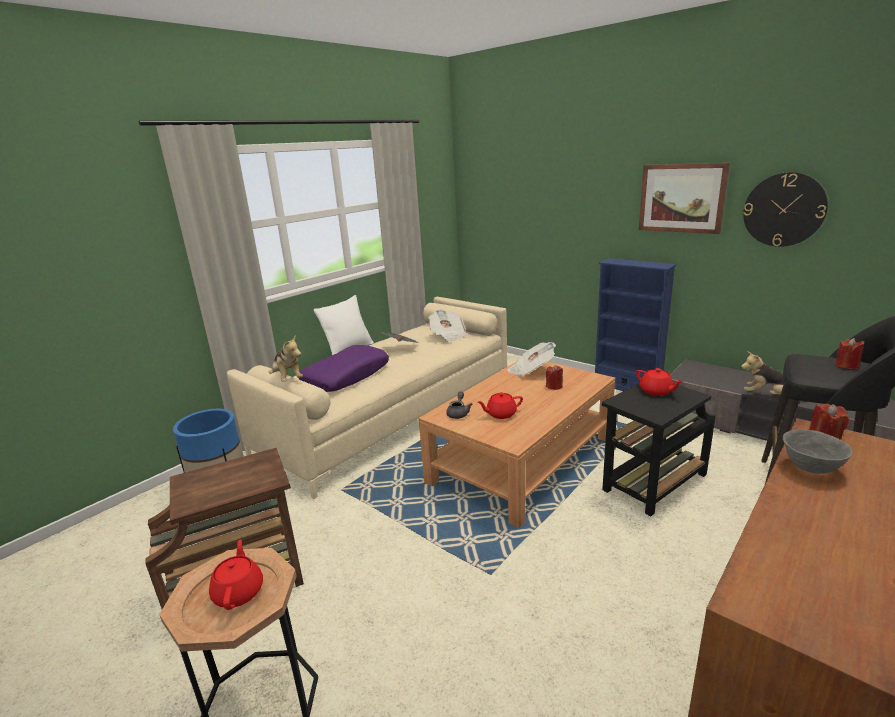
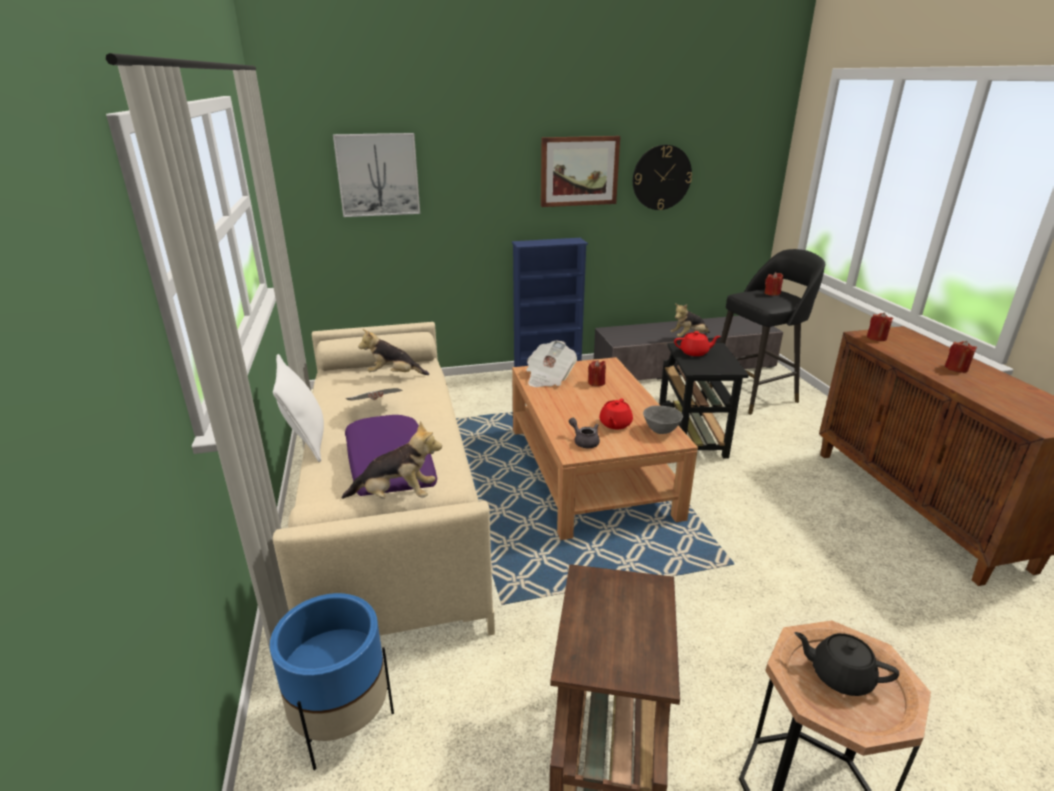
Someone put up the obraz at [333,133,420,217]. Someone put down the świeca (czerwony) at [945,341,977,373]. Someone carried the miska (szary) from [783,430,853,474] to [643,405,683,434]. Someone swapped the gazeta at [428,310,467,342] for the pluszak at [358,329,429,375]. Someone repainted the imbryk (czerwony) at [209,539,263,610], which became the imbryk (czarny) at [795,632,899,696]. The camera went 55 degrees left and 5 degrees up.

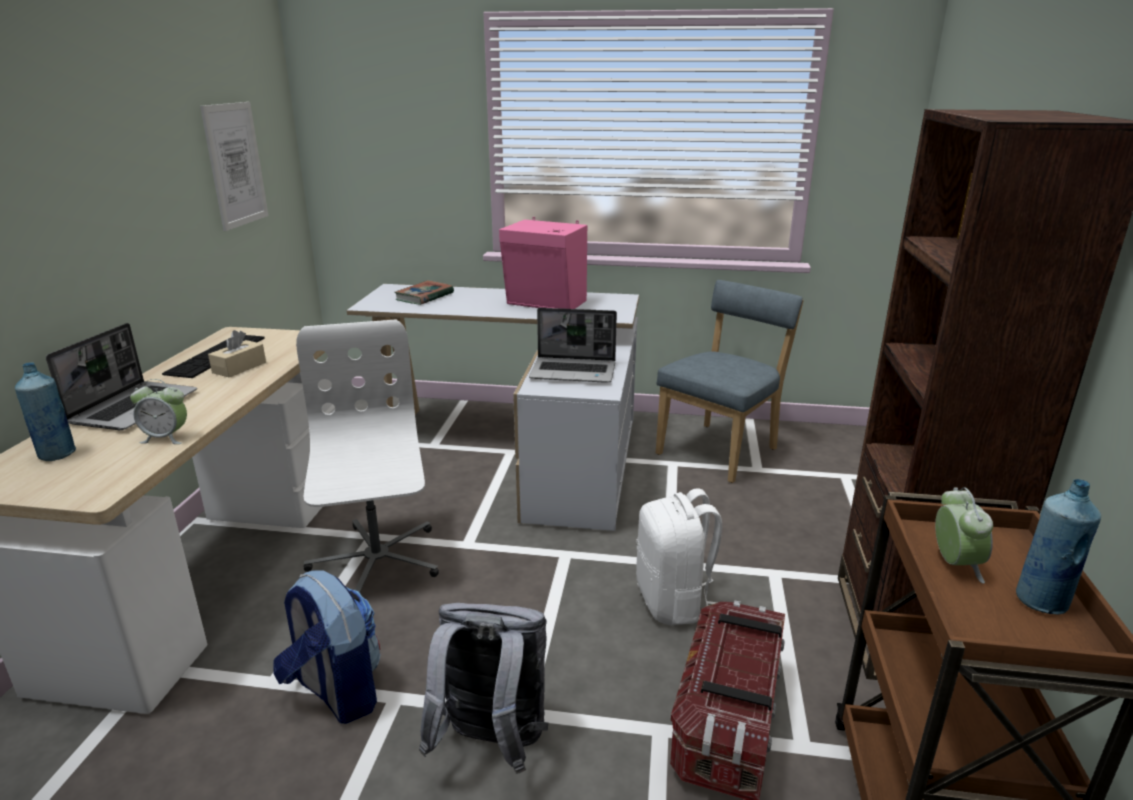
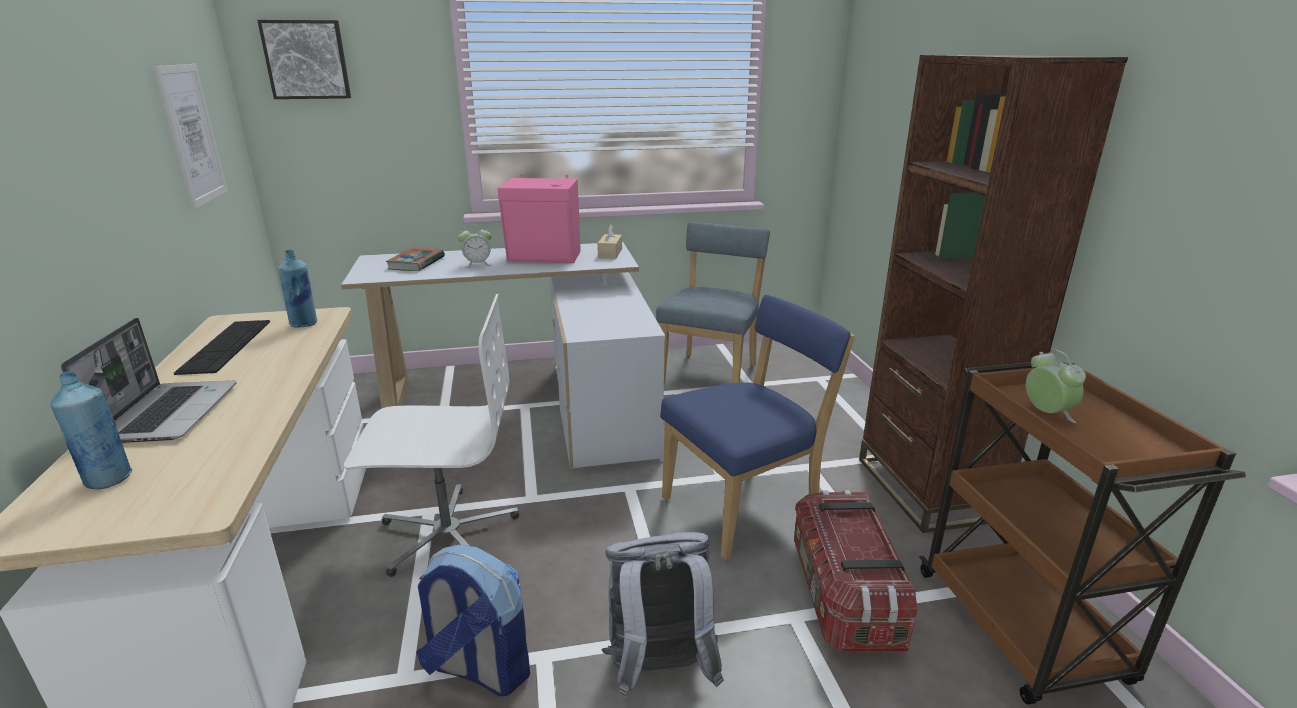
Someone took away the laptop at [529,308,617,383]. Someone put up the obraz at [257,20,351,99]. Someone carried the budzik from [130,379,187,444] to [458,225,492,268]. Someone carried the pudełko chusteczek (beżowy) from [208,330,266,377] to [597,224,622,259]. Someone carried the butelka (niebieski) from [1016,479,1101,614] to [278,250,317,328]. Someone swapped the plecak (biały) at [636,489,722,625] for the krzesło (niebieski) at [660,295,855,560]. Someone rotated the krzesło biurowe (biały) at [296,319,439,593] by 120 degrees clockwise. The camera went 20 degrees left and 0 degrees up.

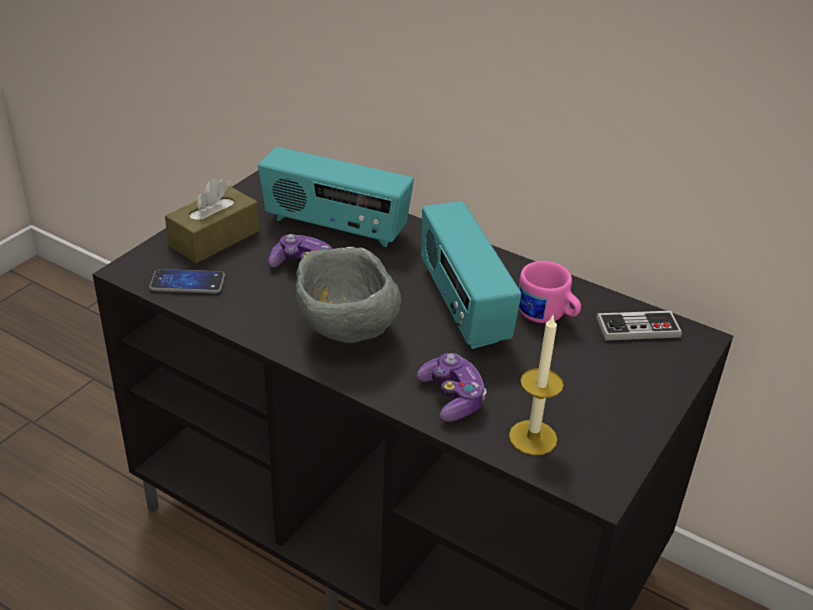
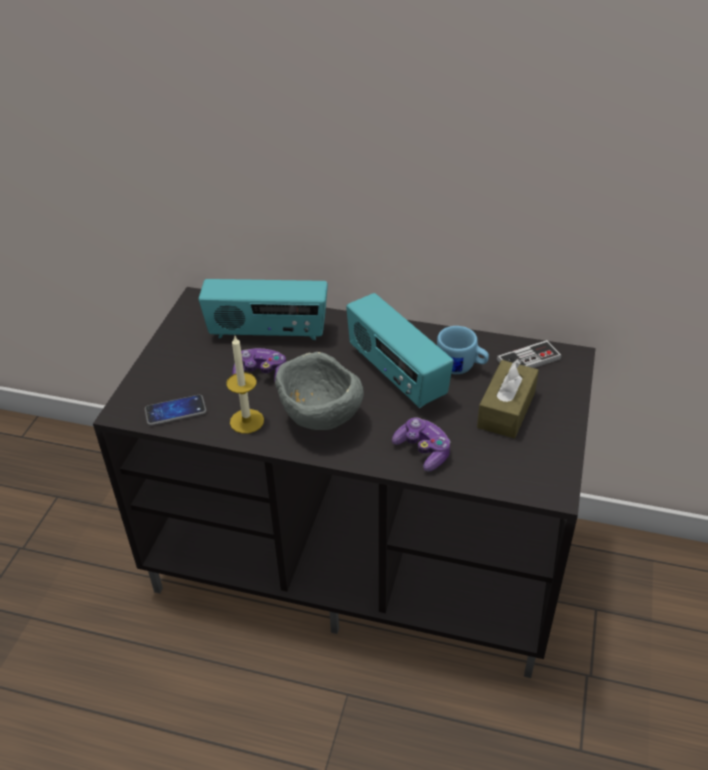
Someone carried the pudełko chusteczek (brązowy) from [165,178,259,263] to [477,359,539,439]. Someone carried the świeca from [509,315,564,455] to [226,336,264,434]. Someone repainted the kubek (różowy) at [519,261,581,323], which became the kubek (niebieski) at [437,326,489,374]. The camera went 15 degrees left and 5 degrees up.

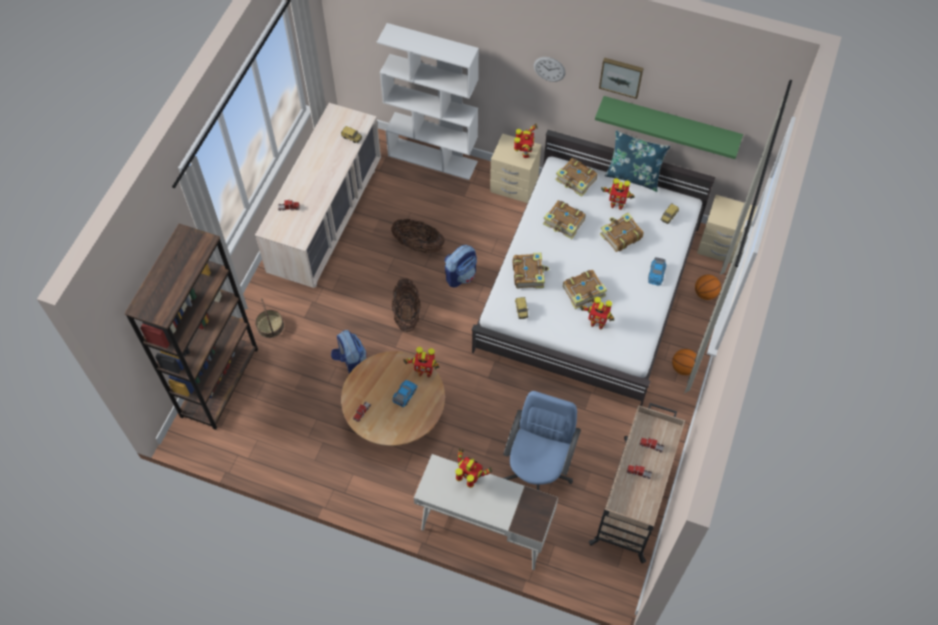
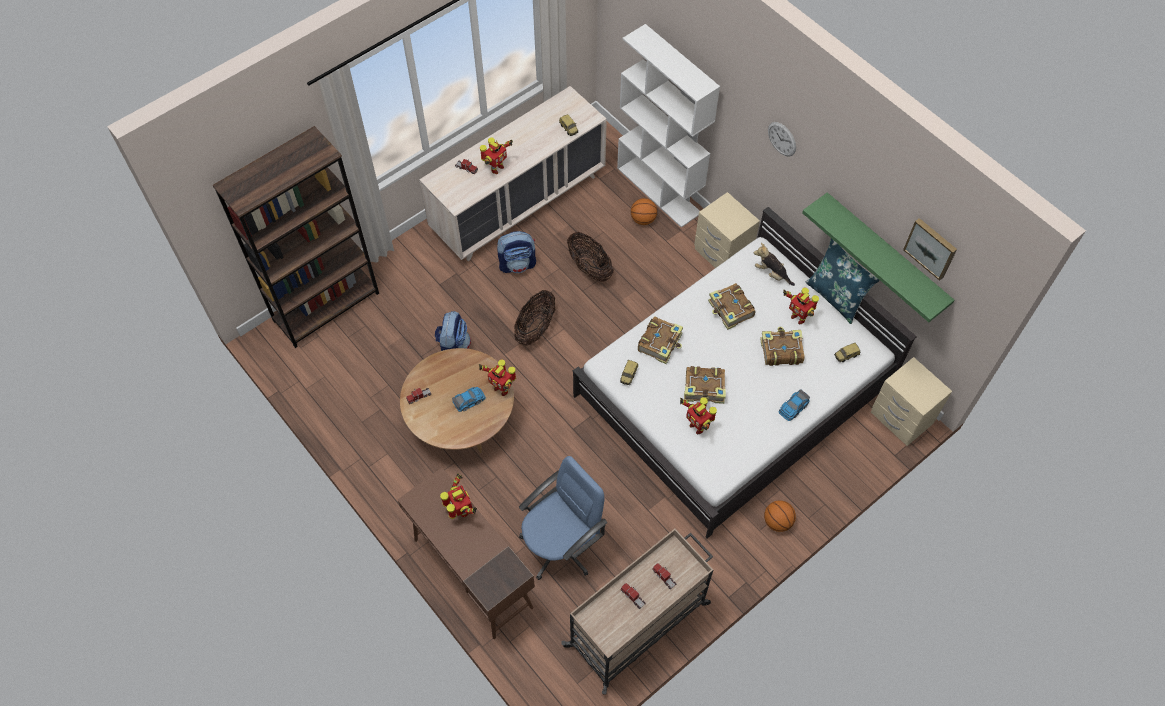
Someone took away the koszyk at [255,298,284,338]. Someone carried the plecak from [445,245,477,288] to [497,231,536,273]. Someone carried the robot zabawkowy from [514,123,538,158] to [480,138,513,174]. Someone carried the obraz from [599,58,644,99] to [903,218,957,281]. Someone carried the piłka do koszykówki from [695,275,721,300] to [631,198,657,225]. Someone swapped the książka at [555,158,598,197] for the pluszak at [754,243,795,286]. Someone repainted the biurko (biały) at [414,454,558,570], which became the biurko (brązowy) at [398,468,535,639]. The camera went 30 degrees right and 0 degrees up.

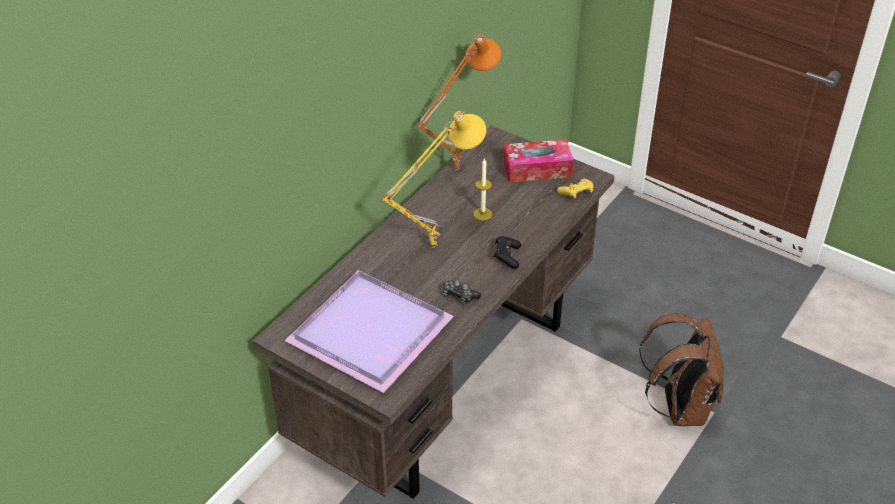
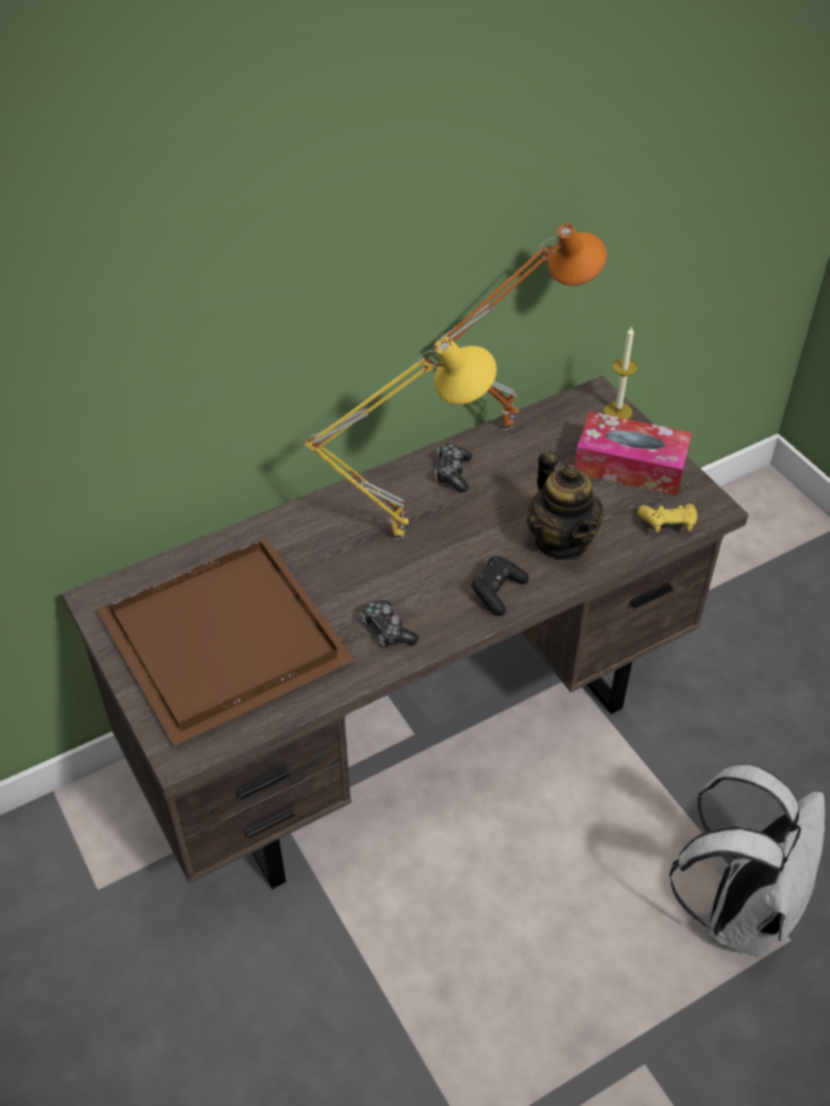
Someone put down the pad do gier at [435,443,472,492]. Someone put down the imbryk at [527,450,603,560]. Someone carried the świeca from [473,158,492,220] to [604,326,638,419]. Someone repainted the taca (fioletowy) at [285,270,454,393], which became the taca (brązowy) at [97,538,354,746]. Someone repainted the plecak (brązowy) at [639,313,724,426], which became the plecak (biały) at [669,764,825,956]. The camera went 25 degrees right and 5 degrees up.

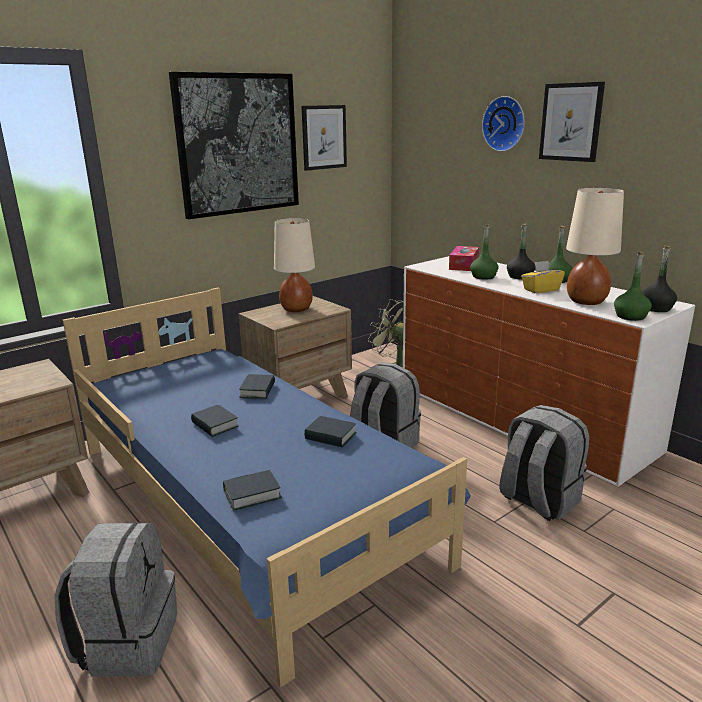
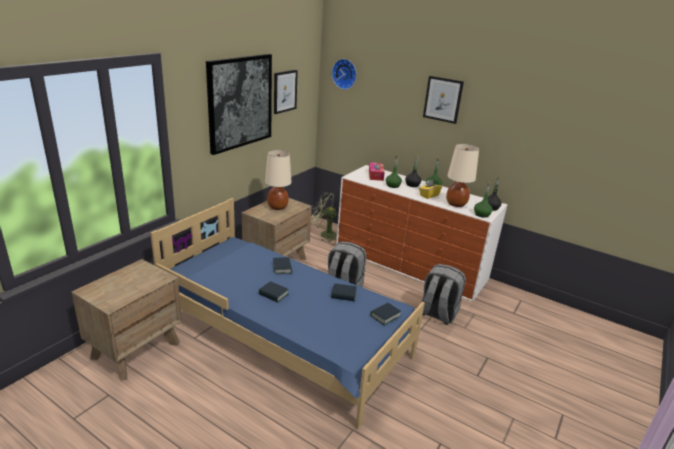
Someone took away the plecak (szary) at [54,522,177,676]. Someone carried the książka from [223,470,282,511] to [370,303,401,325]. Someone carried the zegar ścienny from [482,96,525,152] to [332,59,357,90]. The camera went 20 degrees left and 5 degrees up.

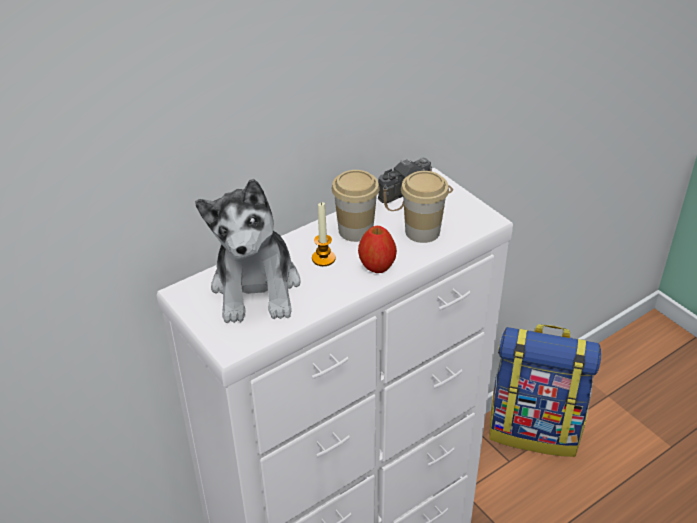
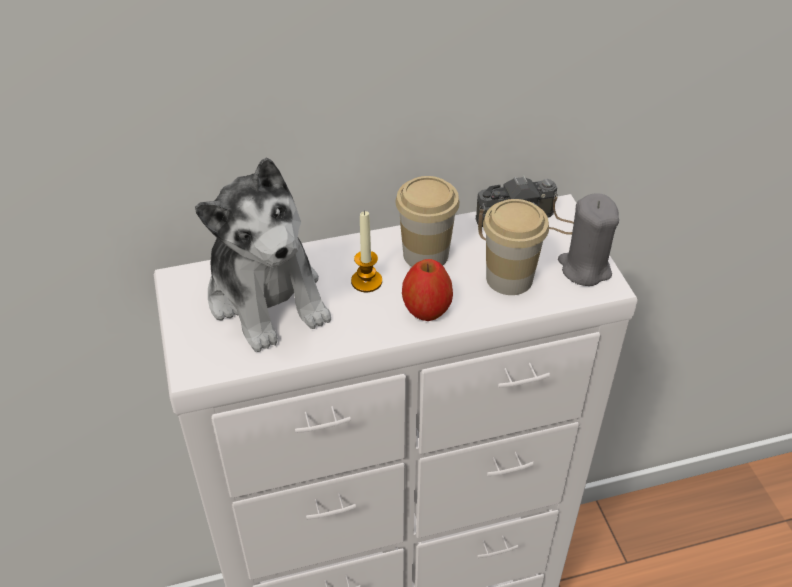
Someone took away the plecak at [489,324,601,457]. Someone put down the świeca (szary) at [558,194,619,286]. Someone rotated the pluszak at [195,179,301,323] by 45 degrees counterclockwise. The camera went 20 degrees right and 5 degrees up.

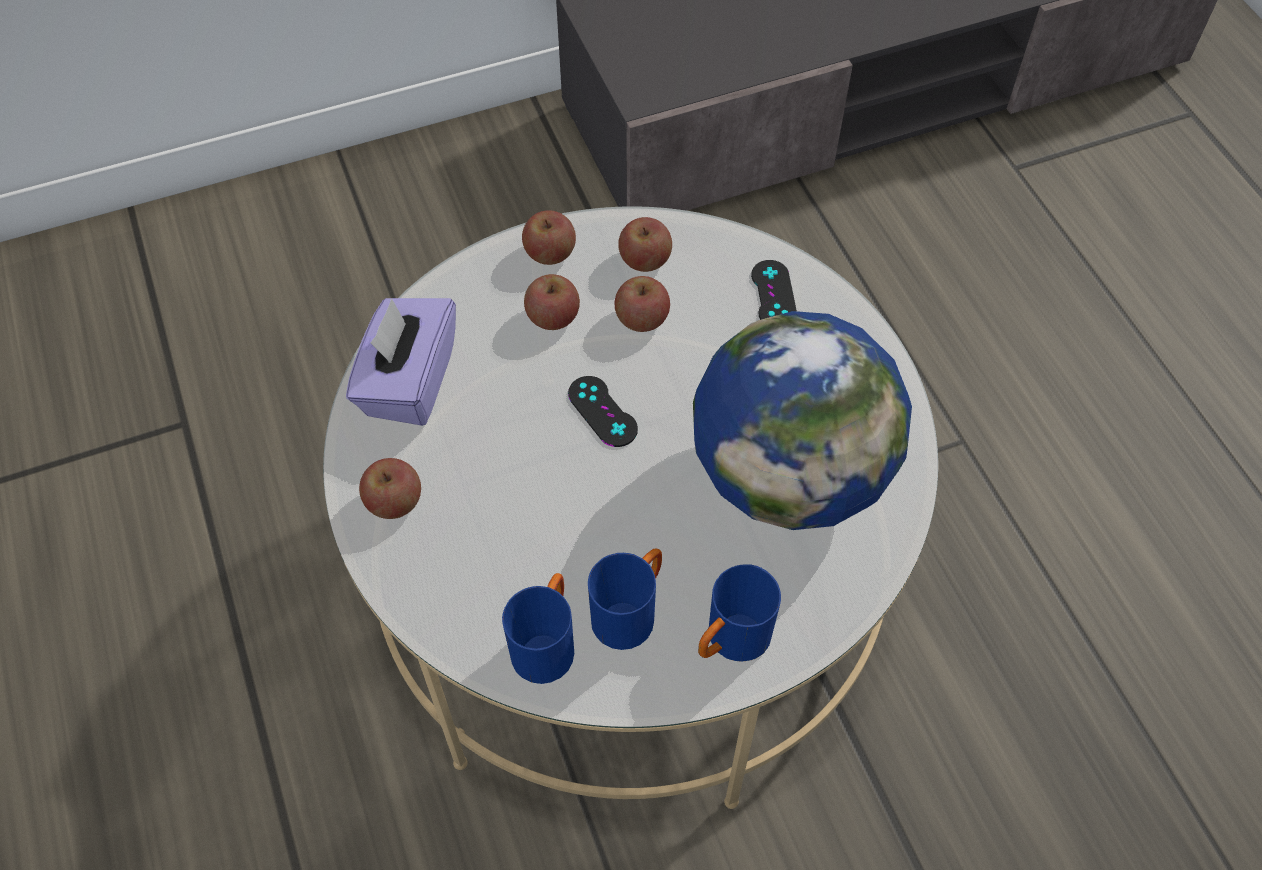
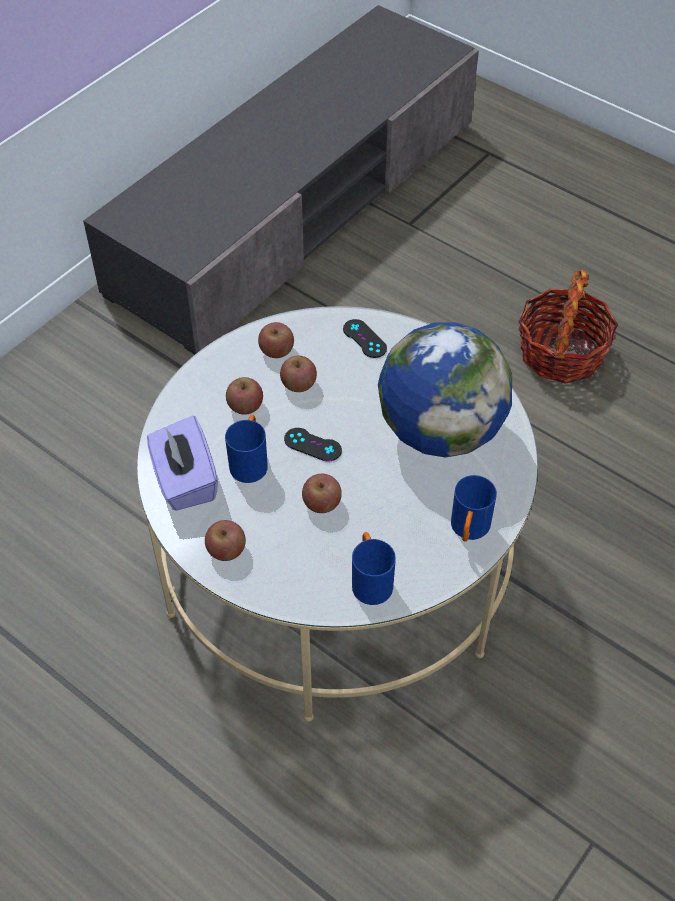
Someone put down the koszyk at [518,270,618,384]. Someone carried the jabłko from [522,210,576,265] to [302,474,342,513]. Someone carried the kubek (niebieski) from [588,548,662,650] to [225,415,268,483]. The camera went 30 degrees left and 5 degrees down.

